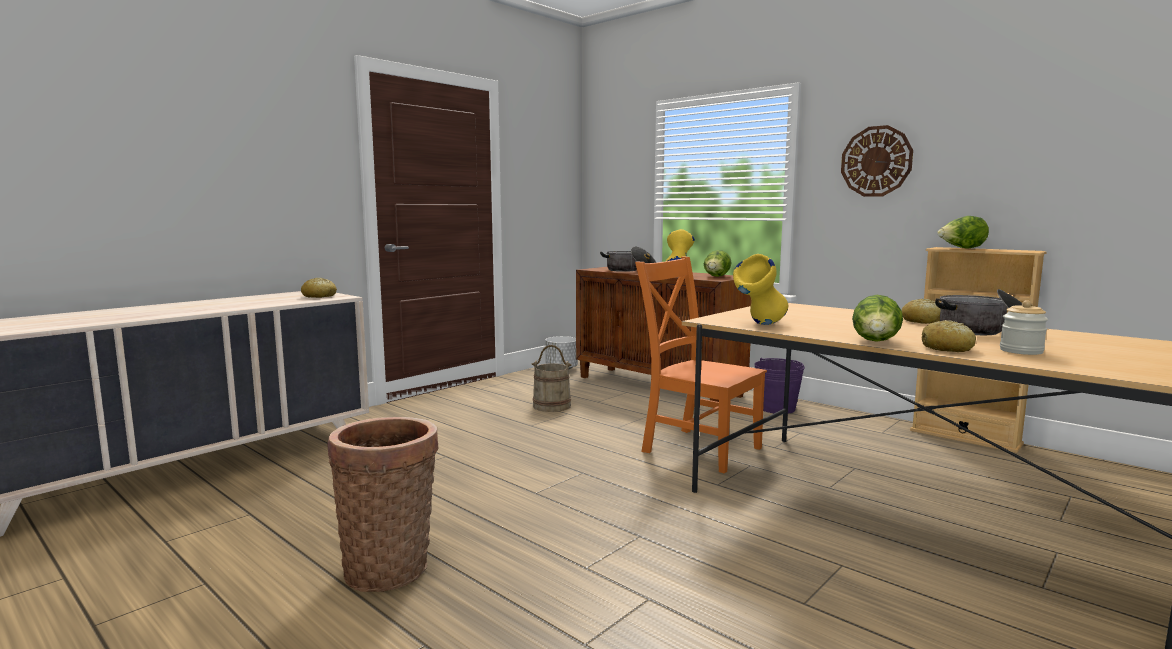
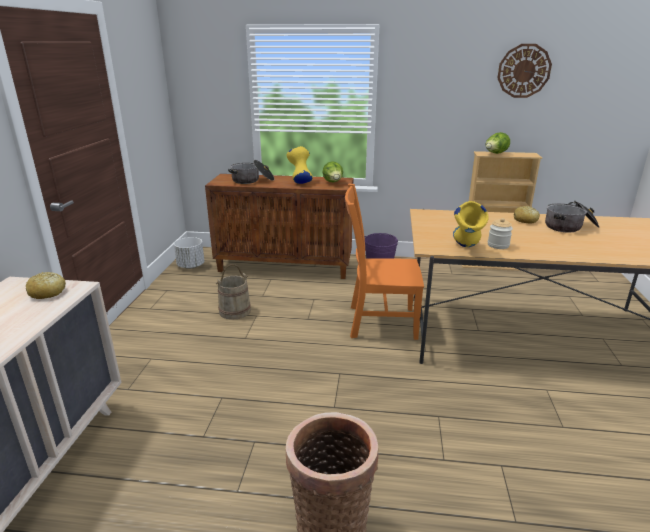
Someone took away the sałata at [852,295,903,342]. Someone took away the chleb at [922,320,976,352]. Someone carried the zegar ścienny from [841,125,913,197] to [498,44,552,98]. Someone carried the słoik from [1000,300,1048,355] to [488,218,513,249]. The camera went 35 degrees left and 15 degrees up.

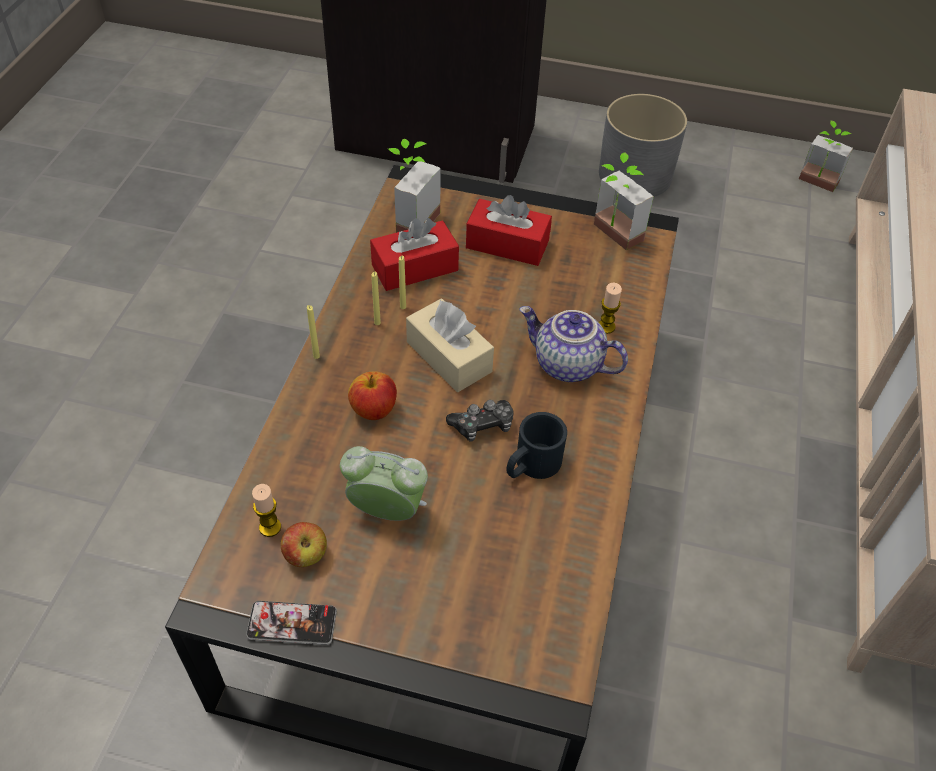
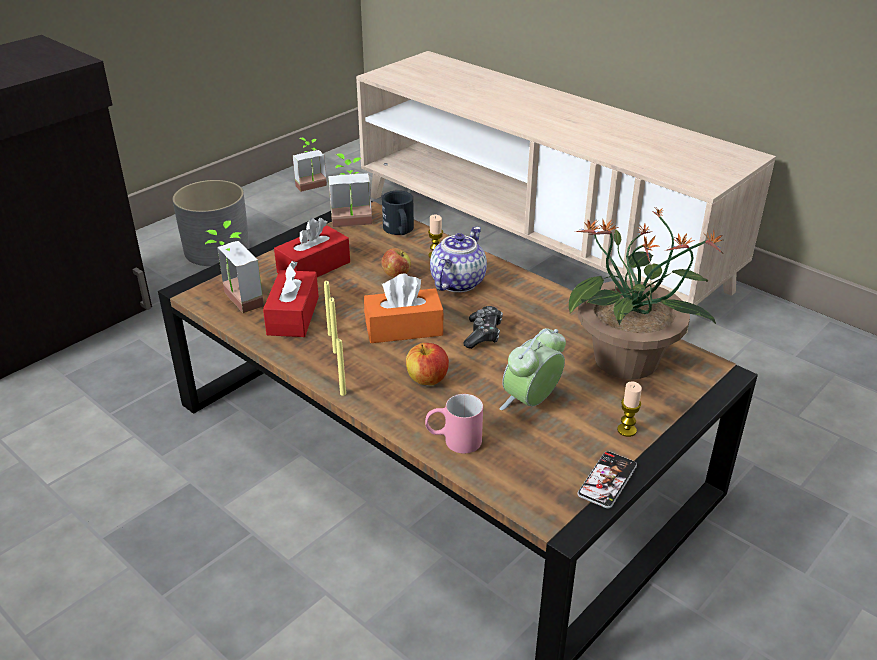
Someone put down the kubek (różowy) at [425,394,483,453]. Someone put down the roślina doniczkowa at [569,207,724,379]. Someone carried the świeca from [252,484,281,537] to [617,381,642,437]. Someone carried the jabłko from [281,522,327,567] to [381,248,411,278]. Someone carried the kubek (czarny) from [506,412,567,479] to [382,190,414,235]. Someone repainted the pudełko chusteczek (beżowy) at [406,298,494,392], which became the pudełko chusteczek (pomarańczowy) at [364,273,444,343]. Someone rotated the imbryk at [519,306,628,382] by 150 degrees clockwise. The camera went 60 degrees left and 15 degrees down.

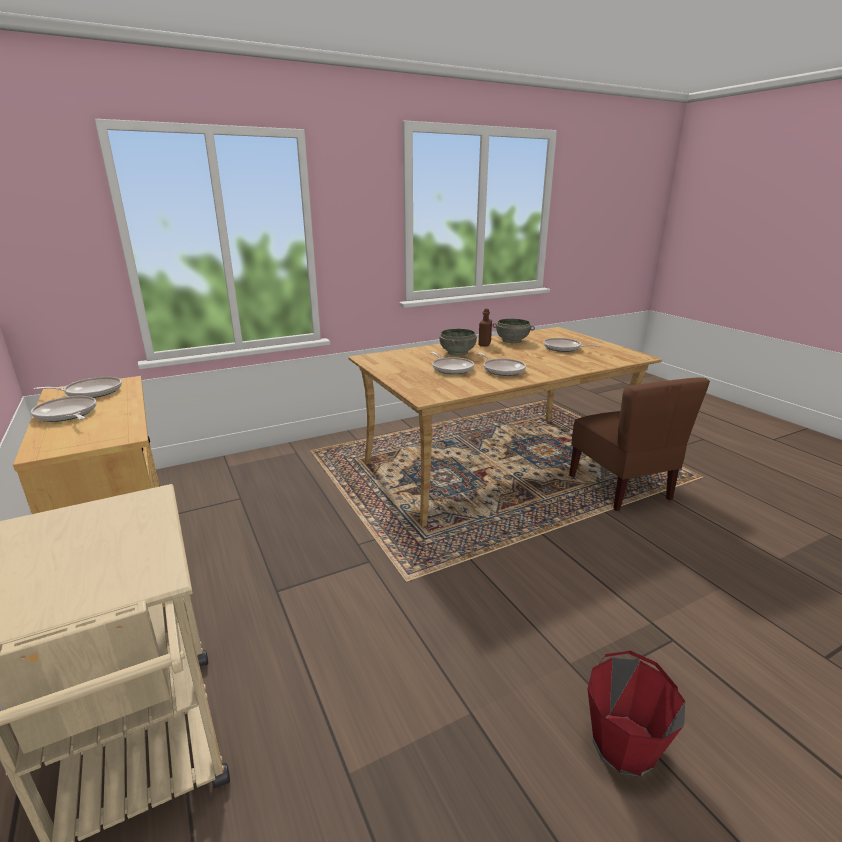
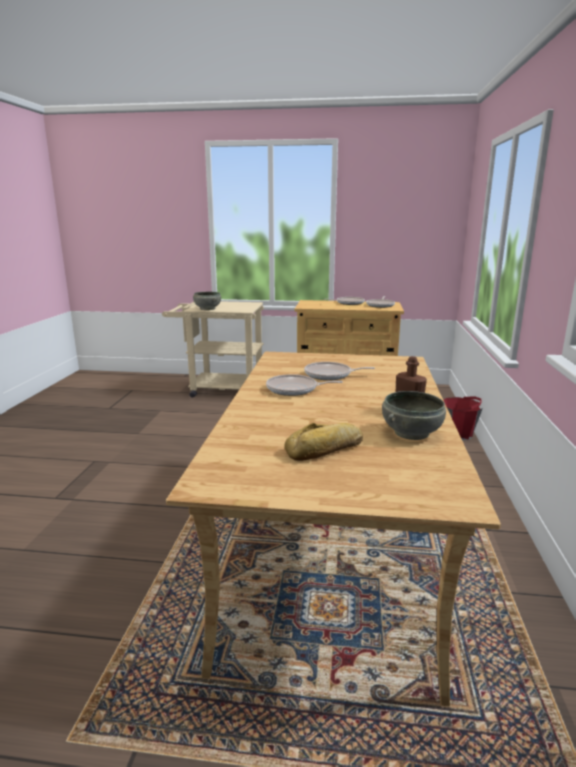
Someone took away the krzesło (brązowy) at [569,377,710,511]. Someone carried the miska (szary) from [440,329,477,356] to [193,292,221,310]. Someone carried the wiadro (czerwony) from [588,651,685,776] to [444,396,482,440]. Someone swapped the patelnia at [544,338,601,352] for the chleb at [284,423,363,461]. The camera went 125 degrees right and 5 degrees down.

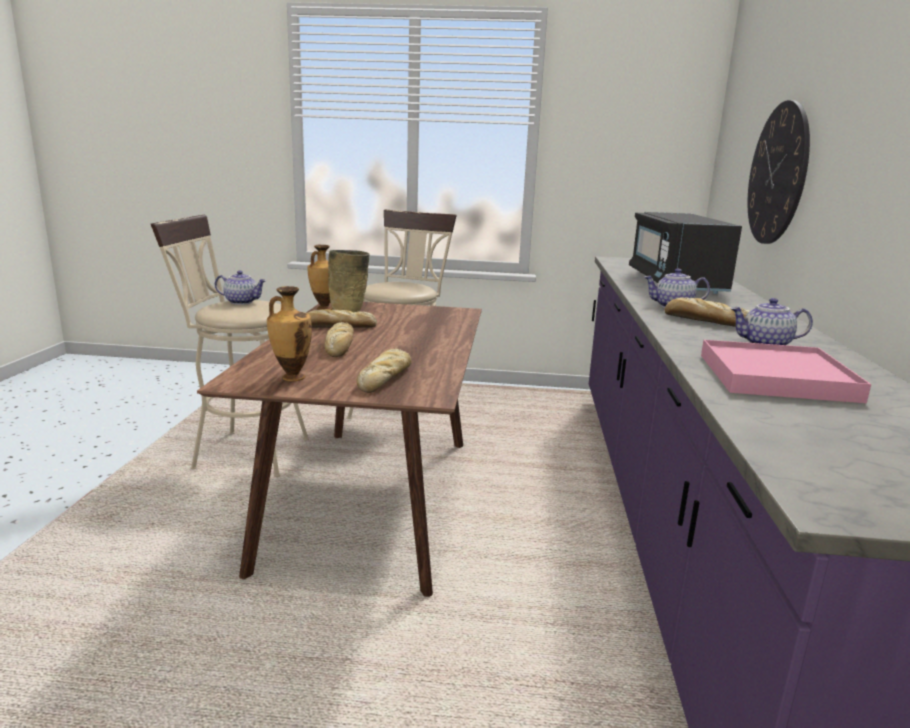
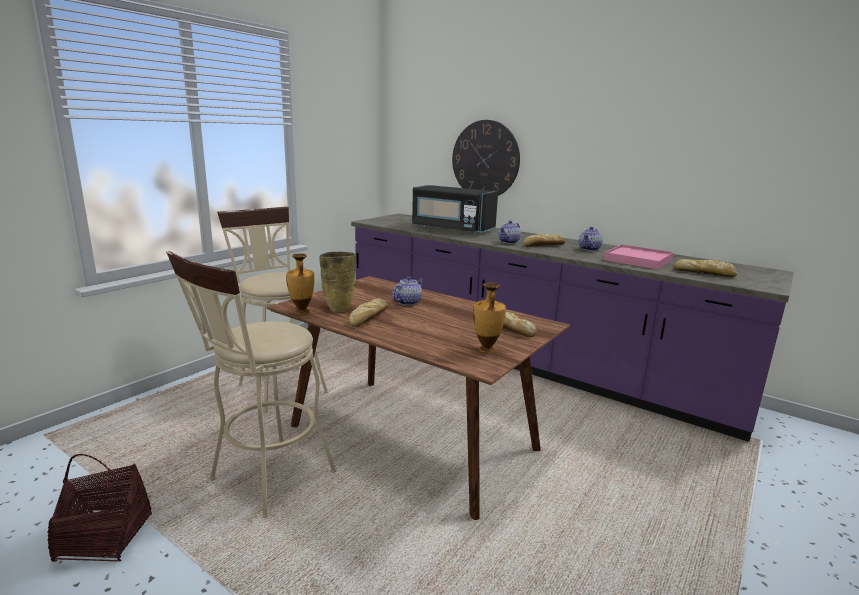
Someone put down the koszyk at [47,454,152,562]. Someone carried the imbryk from [215,270,266,305] to [392,276,423,305]. Someone carried the chleb from [325,322,354,357] to [673,259,737,277]. The camera went 60 degrees left and 0 degrees up.

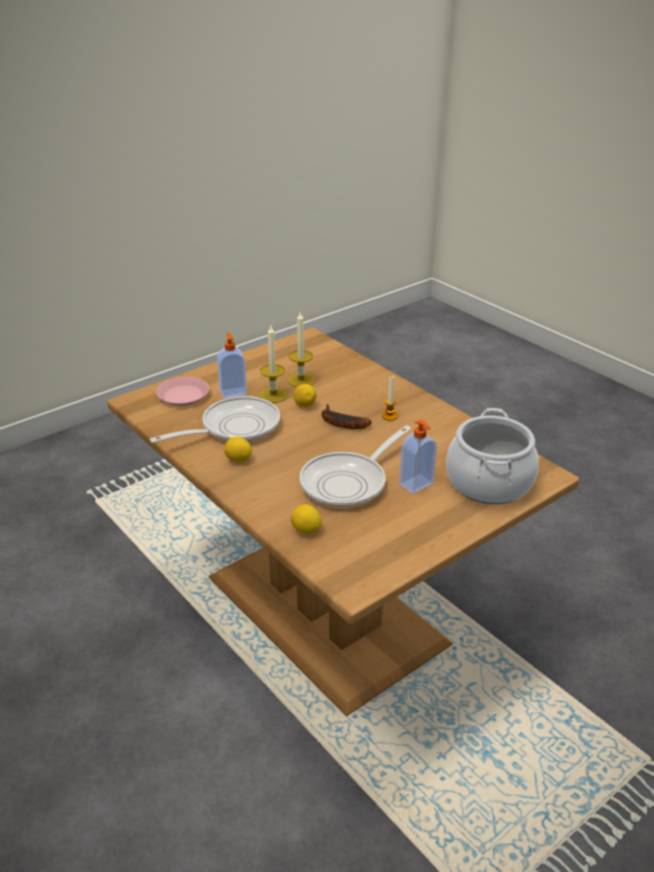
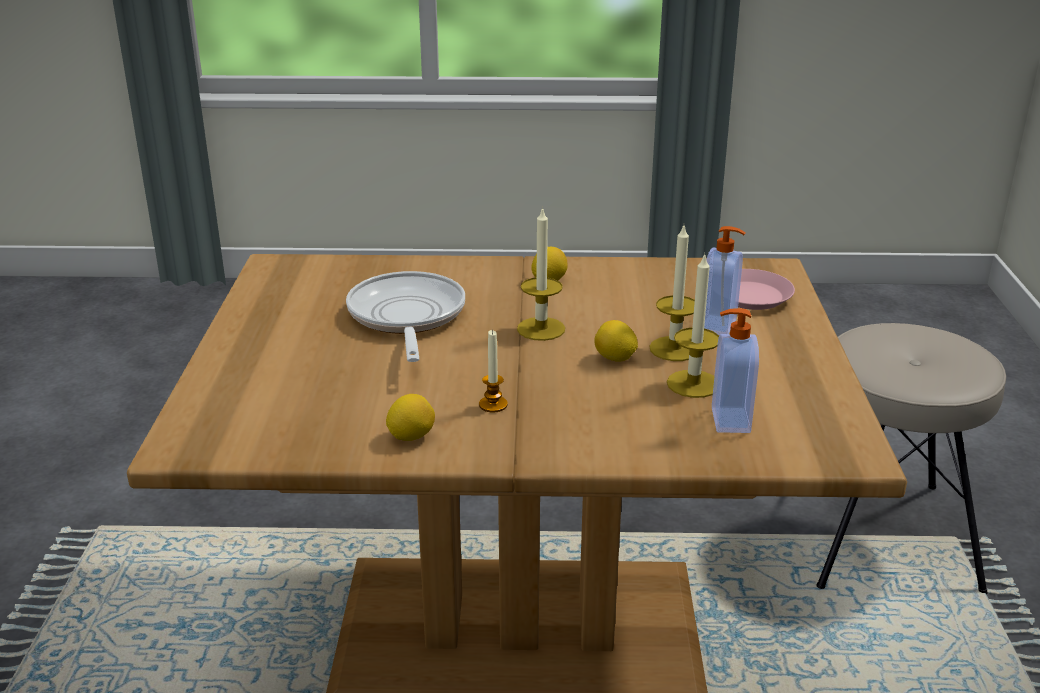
Someone took away the patelnia at [150,396,280,443]. Someone took away the banan at [322,404,372,429]. Someone took away the garnek at [446,408,539,504]. Someone put down the świeca at [517,206,565,341]. Someone put down the stołek (beżowy) at [817,323,1006,595]. Someone carried the cytryna from [291,504,322,534] to [386,394,435,441]. Someone carried the dozownik mydła from [399,420,437,494] to [712,308,759,433]. The camera went 130 degrees right and 5 degrees down.

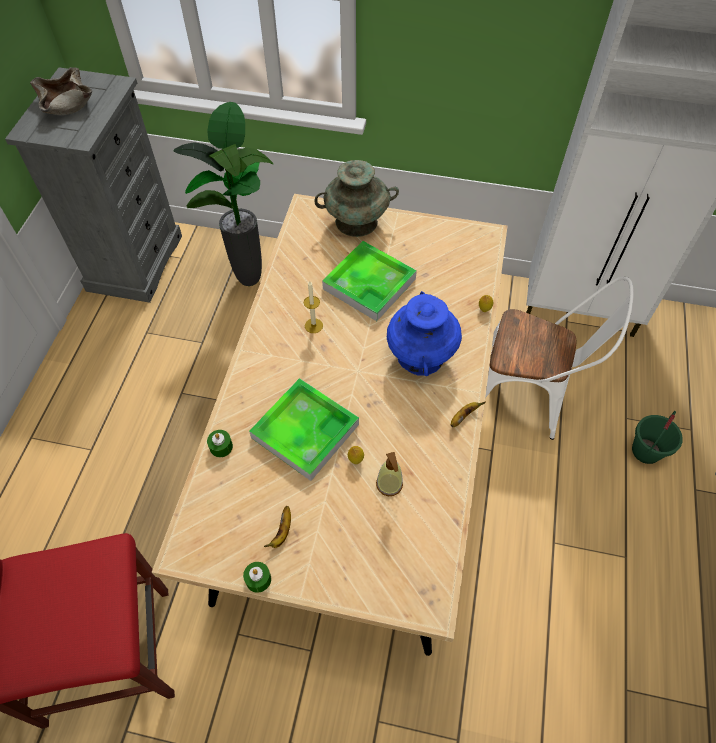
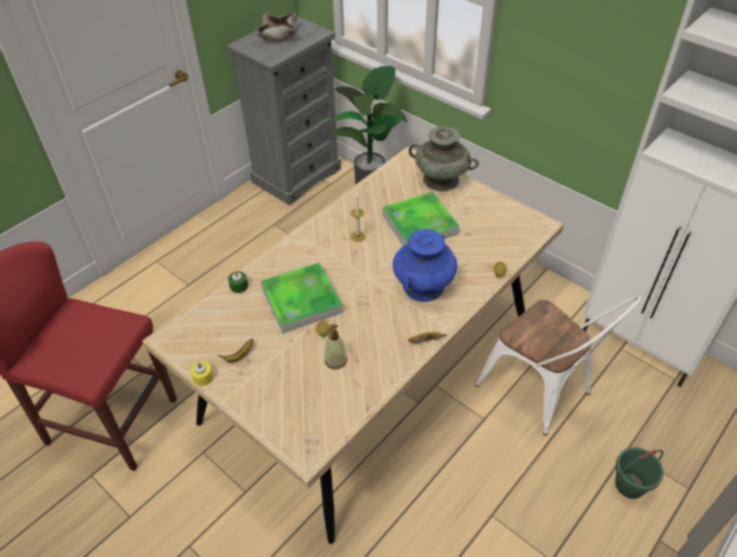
Someone repainted the świeca (zielony) at [243,562,271,593], which became the świeca (żółty) at [190,361,213,386]. The camera went 30 degrees right and 10 degrees down.

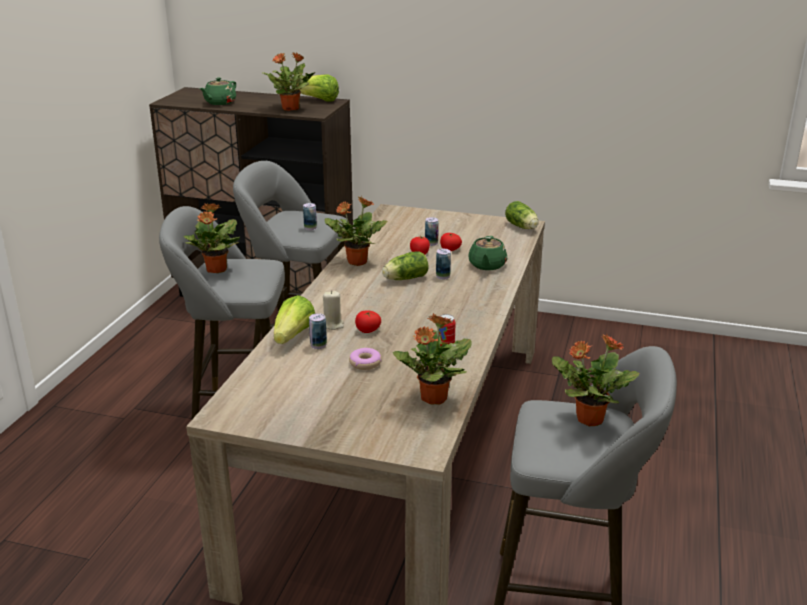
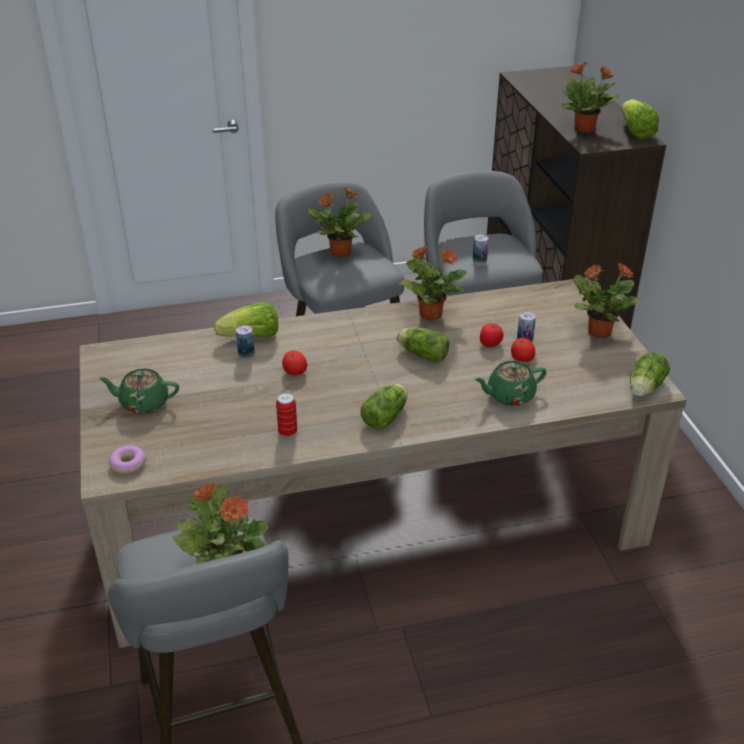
Someone took away the świeca (beżowy) at [323,291,344,330]. Someone took away the puszka at [436,249,451,279]. Someone put down the sałata at [361,384,408,429]. Someone carried the imbryk (zielony) from [199,77,236,105] to [98,369,179,414]. Someone carried the donut from [349,348,381,370] to [109,446,146,474]. Someone carried the roślina doniczkowa from [393,313,472,405] to [573,262,642,338]. The camera went 60 degrees right and 10 degrees up.

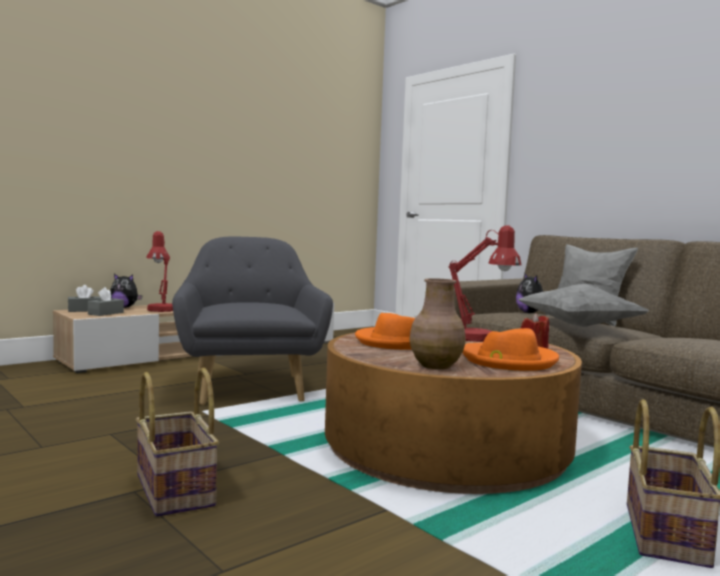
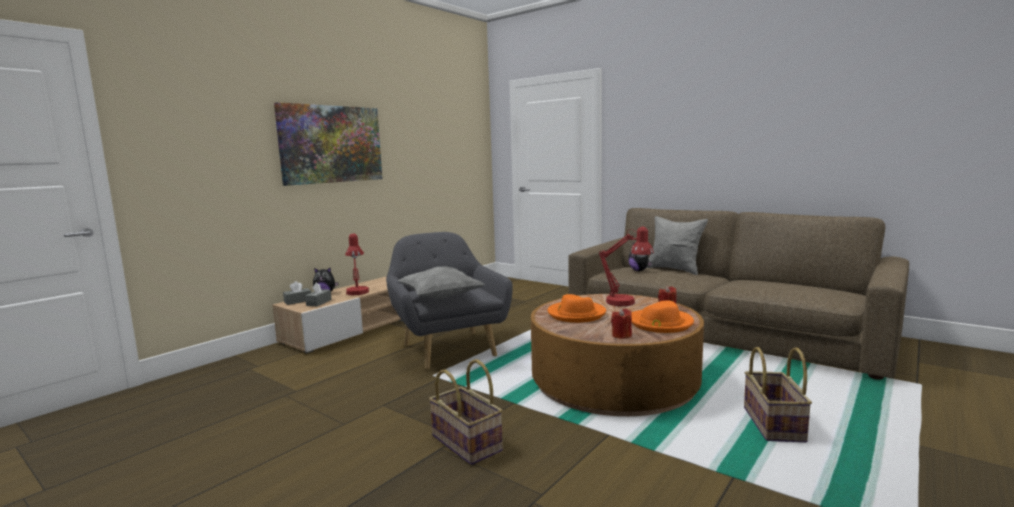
Someone put up the obraz at [274,102,382,186]. Someone carried the poduszka (szary) from [518,284,649,327] to [398,266,485,299]. Someone swapped the wazon (brązowy) at [409,278,466,369] for the świeca (czerwony) at [611,308,632,339]. The camera went 10 degrees left and 5 degrees up.

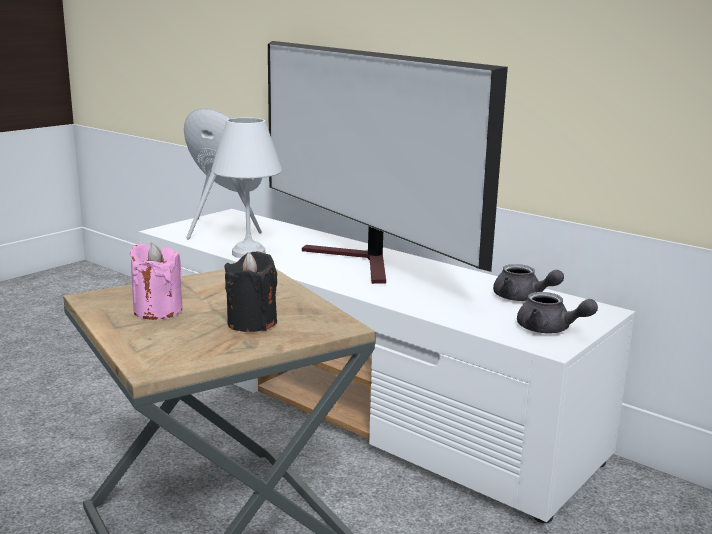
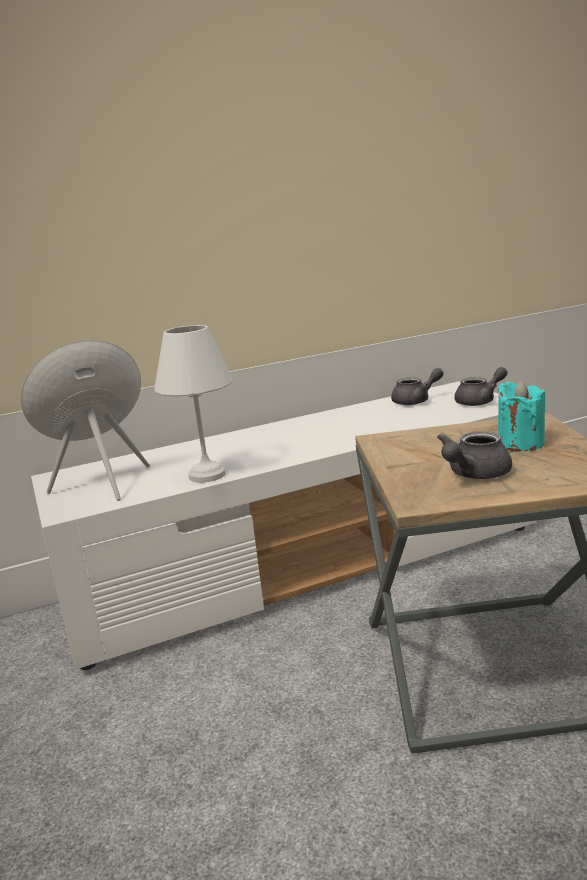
Someone took away the telewizor at [268,41,508,284]. Someone swapped the świeca (różowy) at [129,243,183,320] for the imbryk (szary) at [437,431,512,479]. Someone repainted the świeca (czarny) at [224,251,277,332], which became the świeca (turkusowy) at [498,380,546,451]. The camera went 60 degrees left and 0 degrees up.

